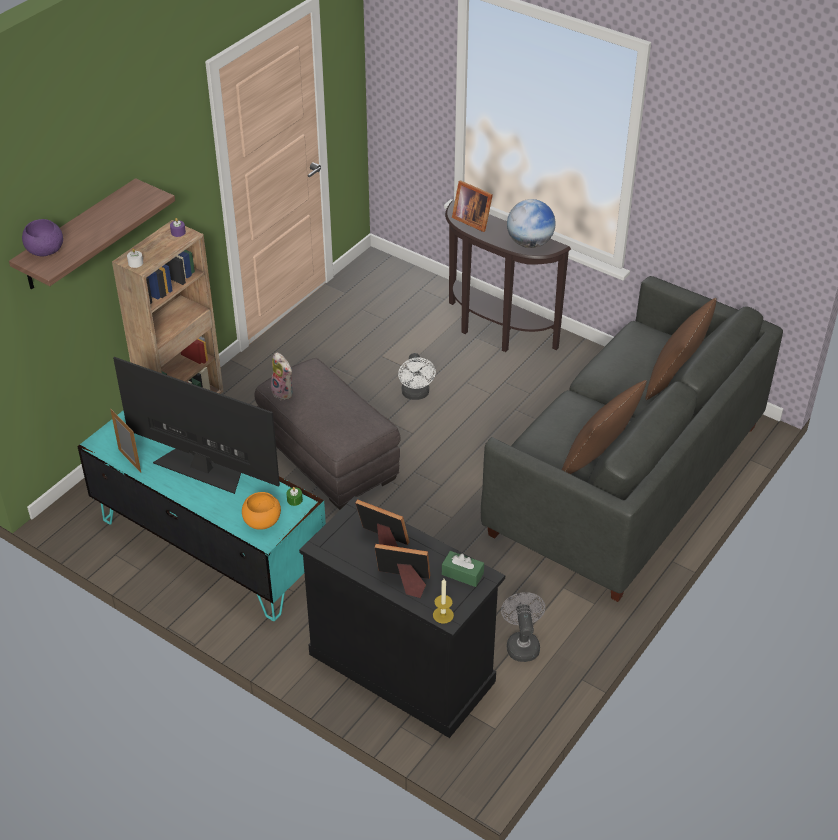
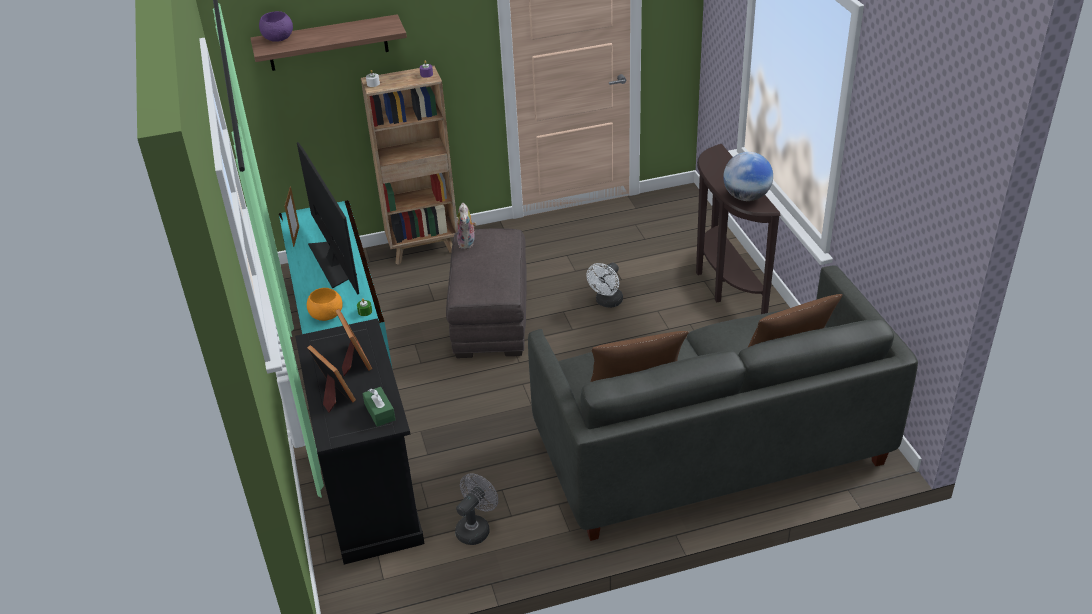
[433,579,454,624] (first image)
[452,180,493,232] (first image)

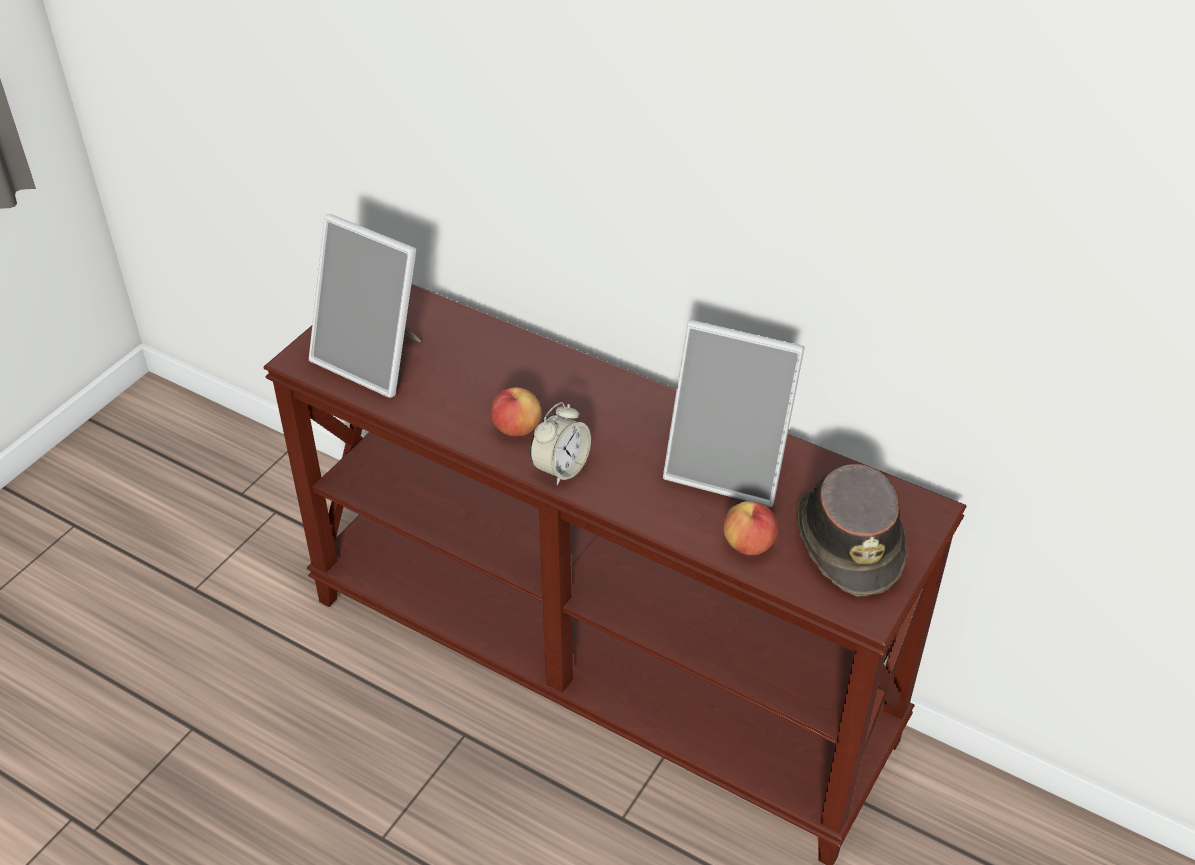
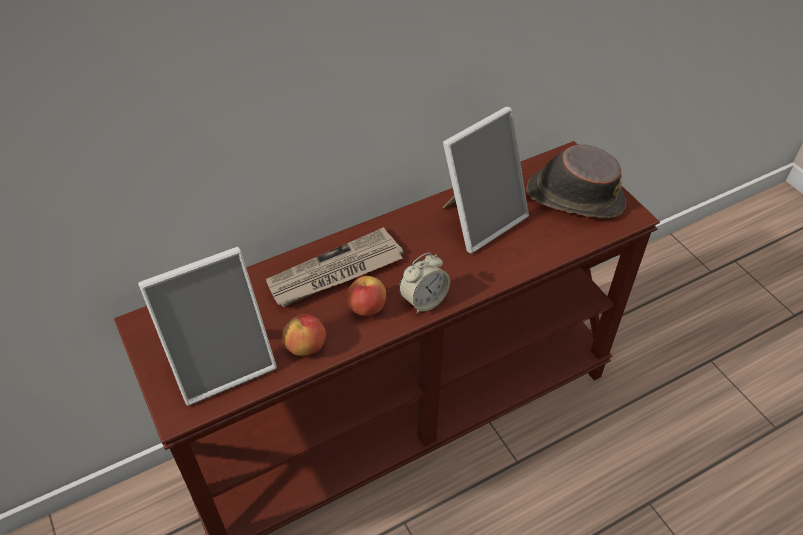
[266,227,403,307]
[282,314,326,356]
[399,252,450,314]

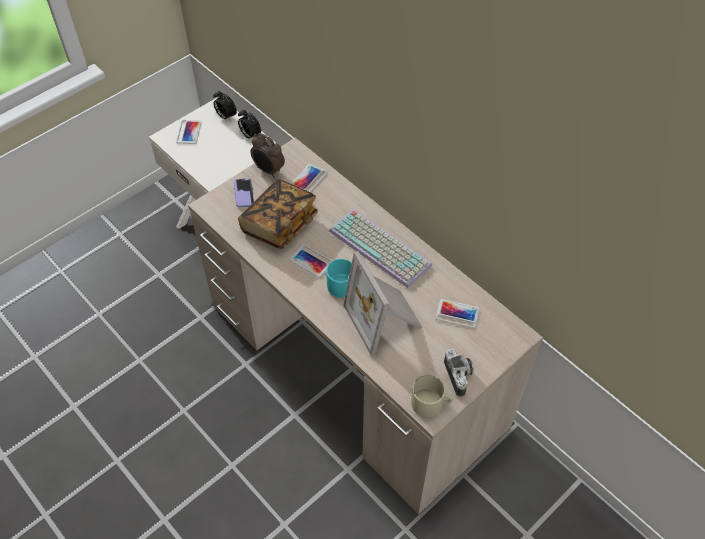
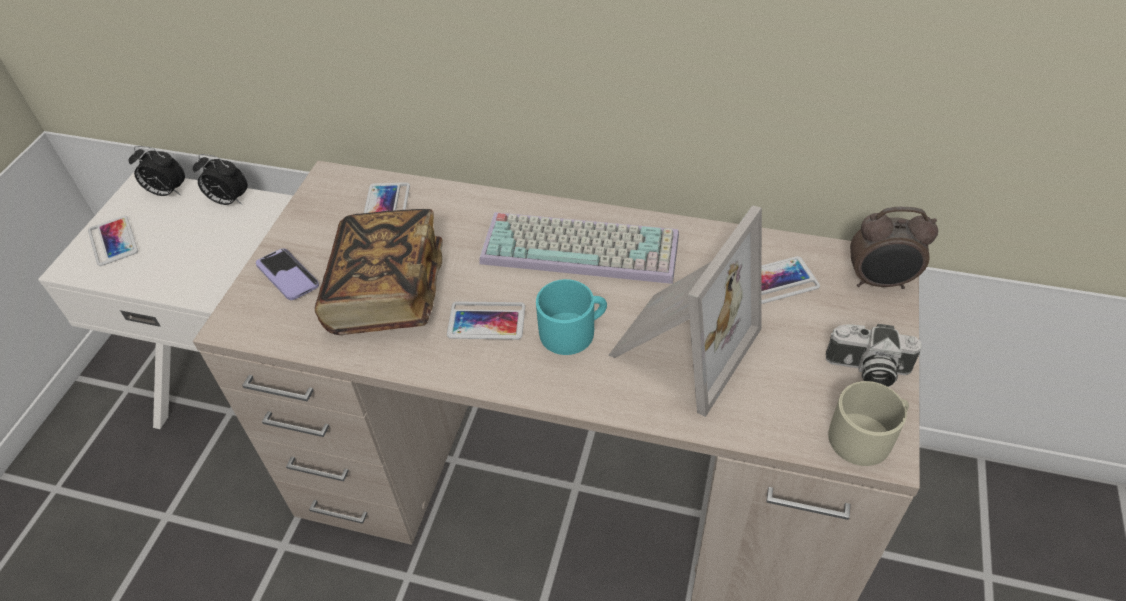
[850,207,938,289]
[609,205,762,417]
[826,324,922,387]

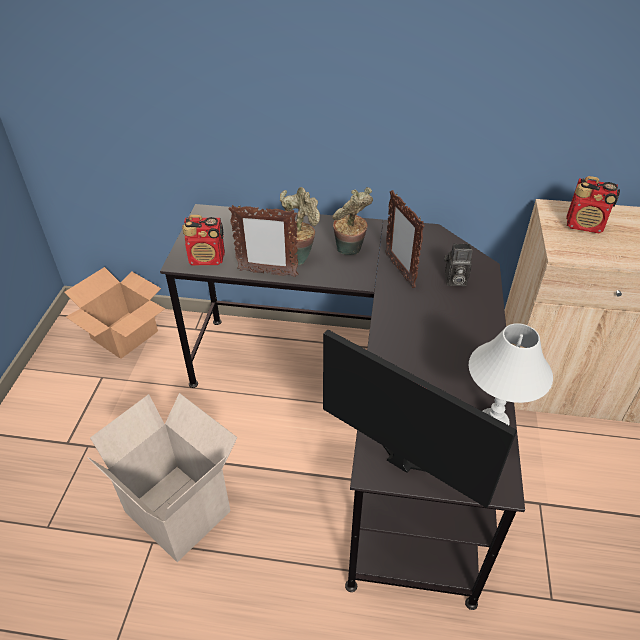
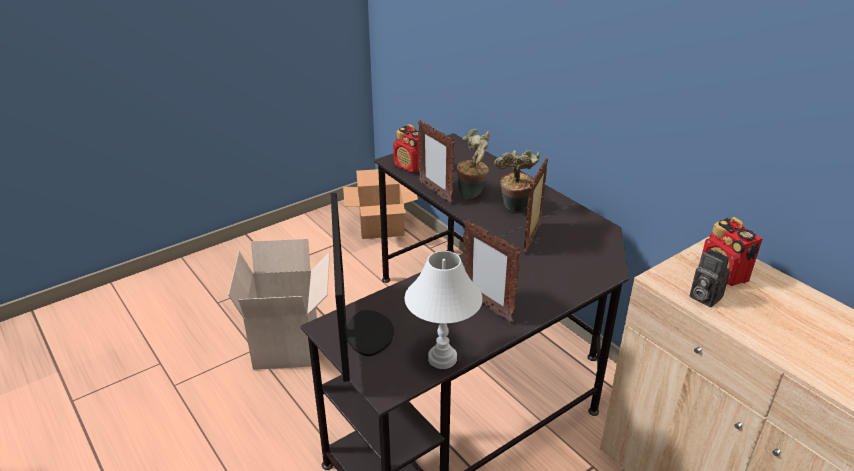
[463,220,521,323]
[690,249,730,307]

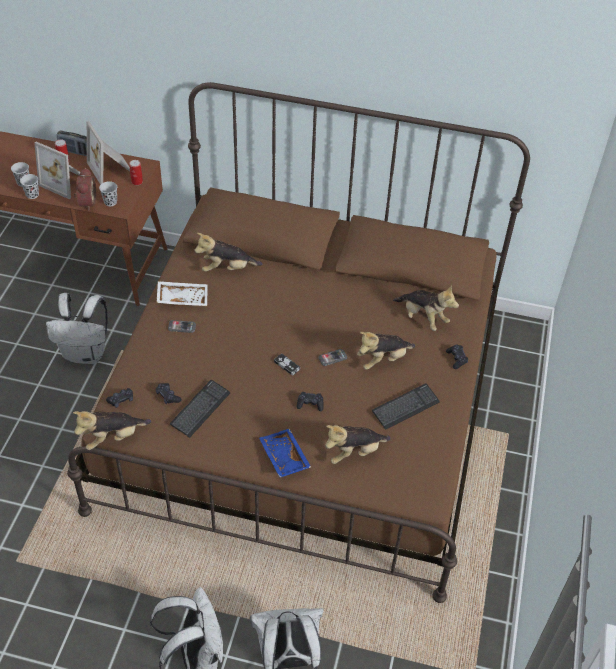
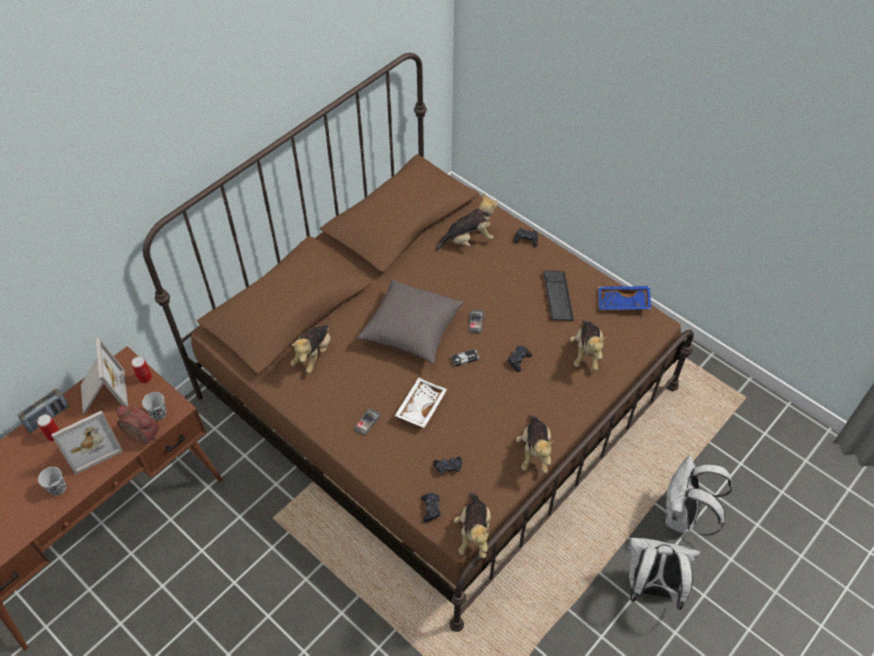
[20,174,39,199] (first image)
[46,293,107,364] (first image)
[170,380,231,438] (first image)
[357,279,464,364]
[395,378,447,428]
[599,286,651,310]
[516,415,554,474]
[81,338,128,414]

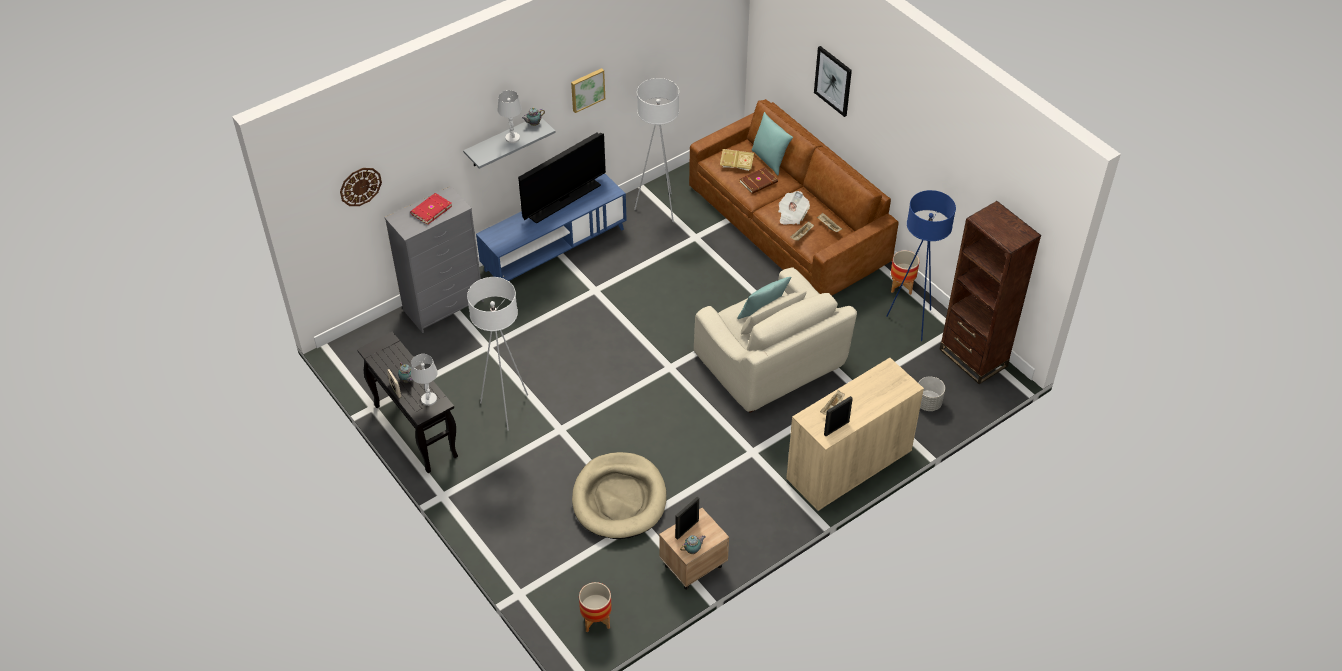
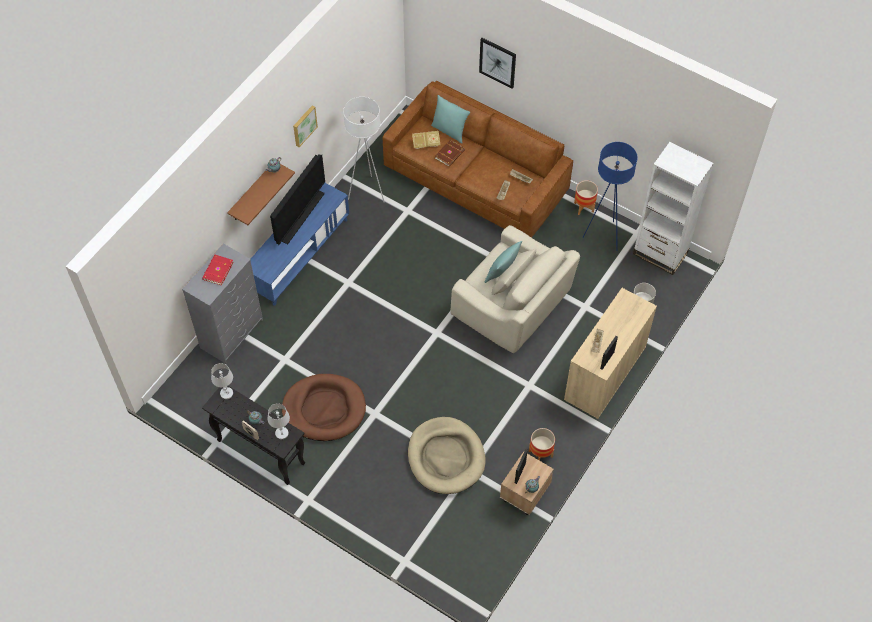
[340,168,382,206] (first image)
[778,191,810,225] (first image)
[211,363,233,399]
[529,428,555,461]
[282,374,366,441]
[227,164,295,225]
[633,142,714,275]

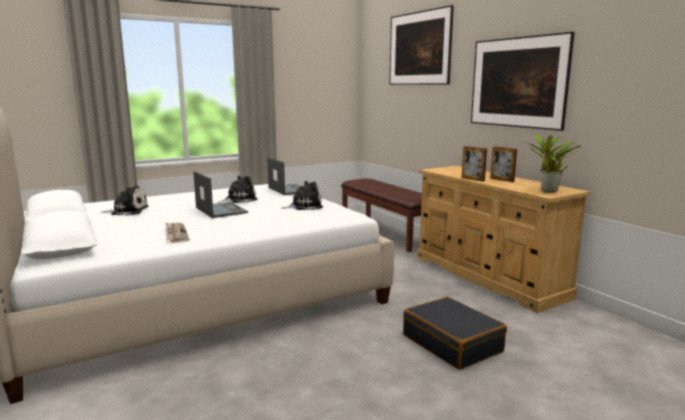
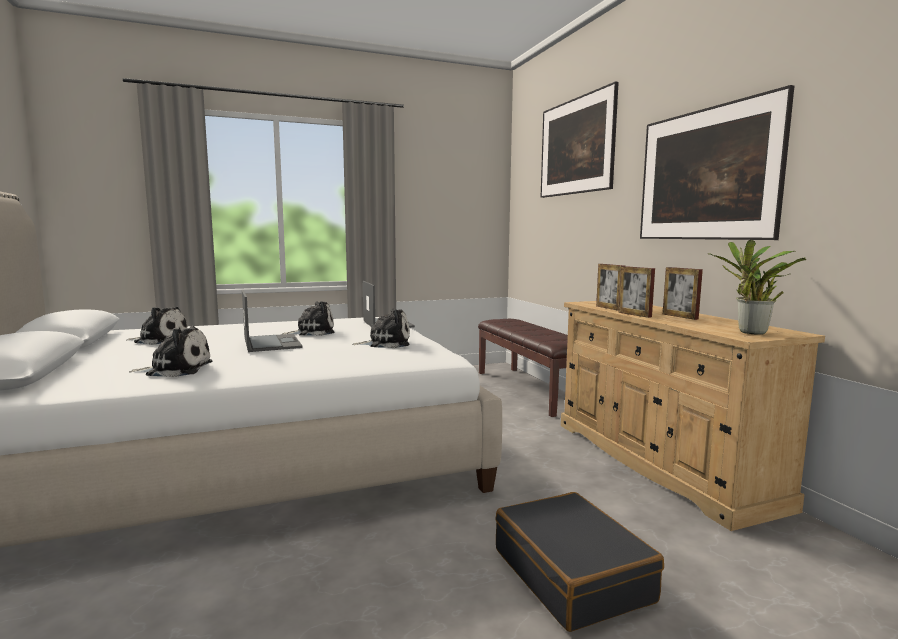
[596,264,624,311]
[129,326,212,377]

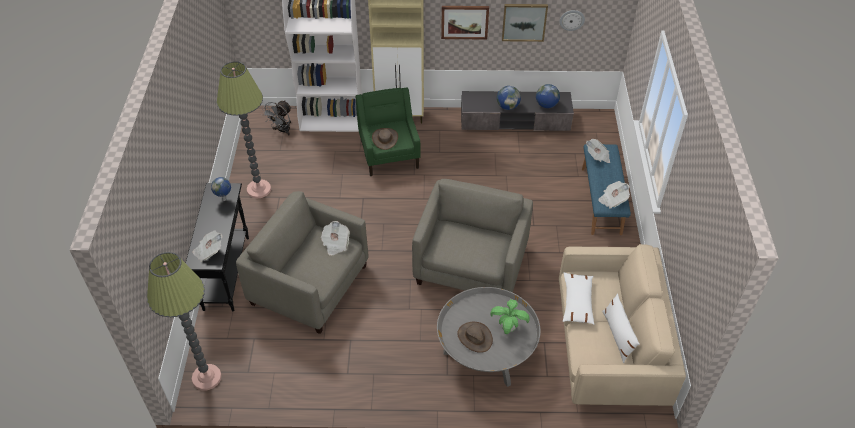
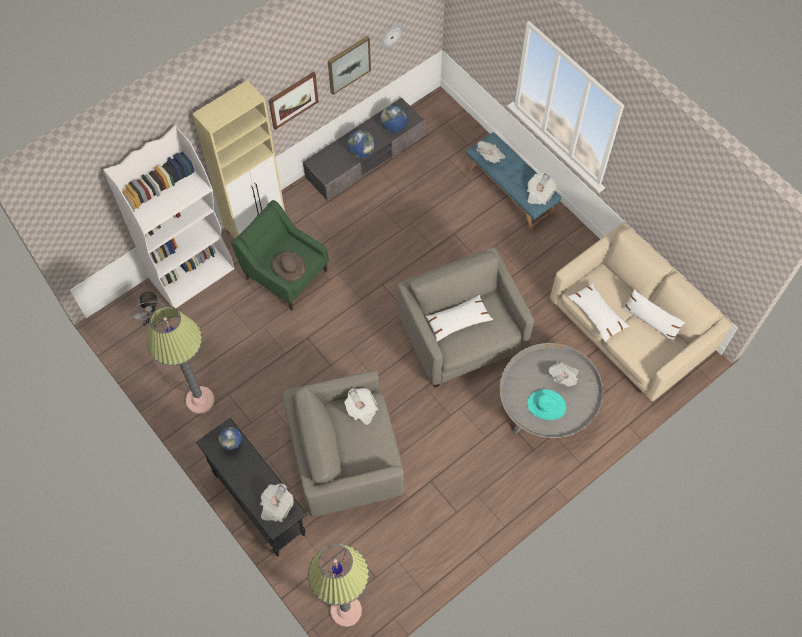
[425,295,493,341]
[549,362,579,386]
[527,389,566,420]

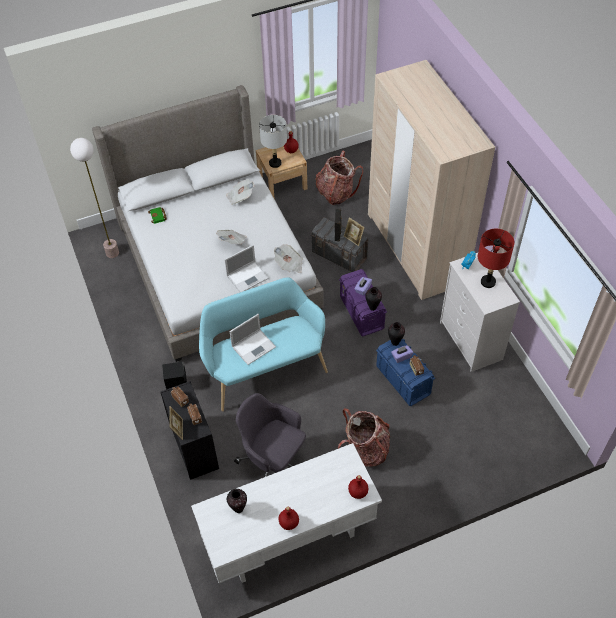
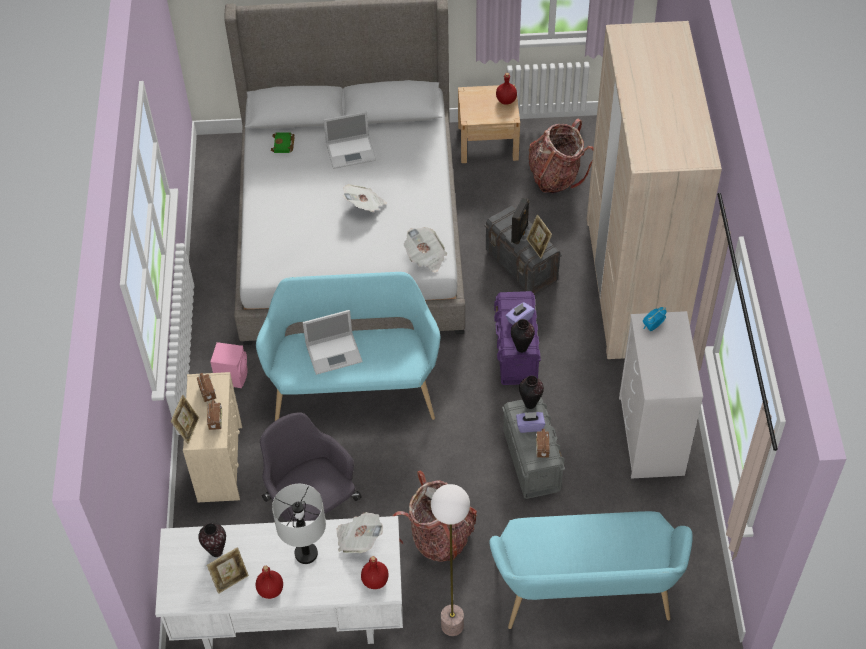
[478,229,515,288] (first image)
[207,547,249,594]
[489,511,693,629]
[431,484,470,636]
[323,111,376,169]
[337,512,383,553]
[272,484,326,564]
[183,372,242,502]
[210,342,248,388]
[502,398,565,499]

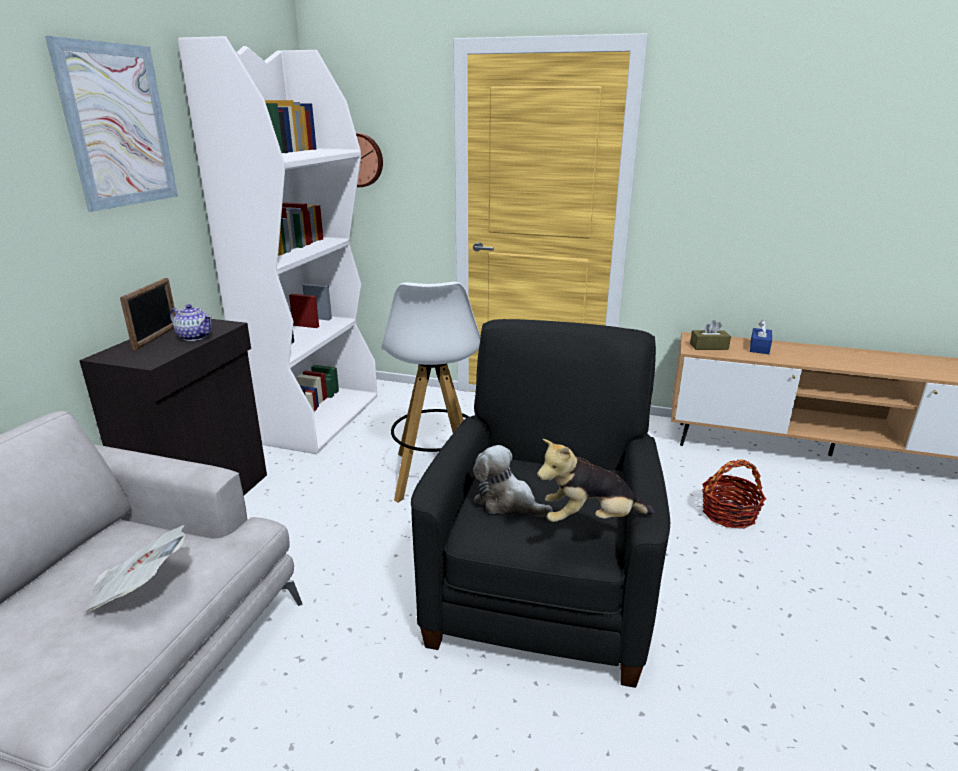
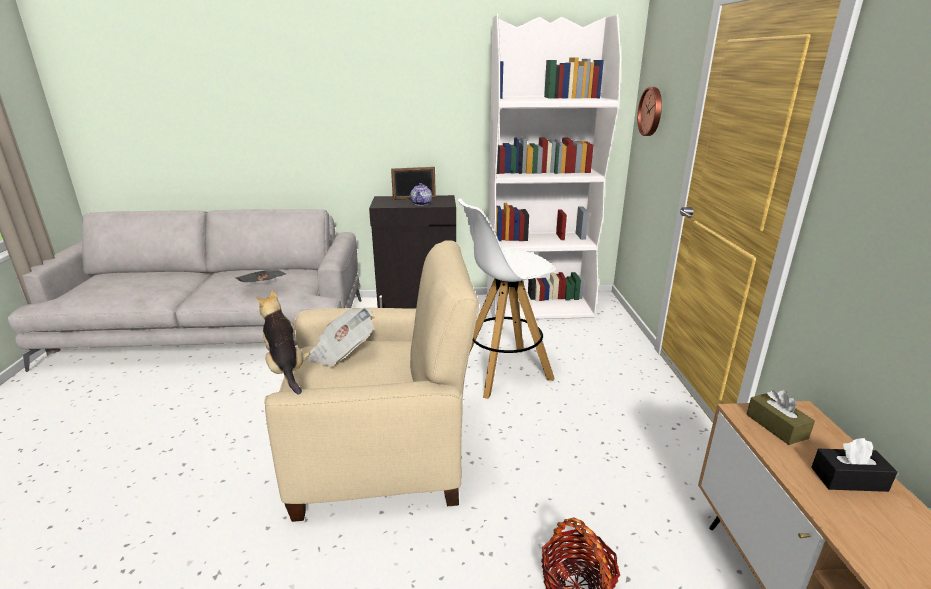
[45,36,178,212] (first image)
[306,308,374,367]
[264,240,479,522]
[811,438,898,492]

